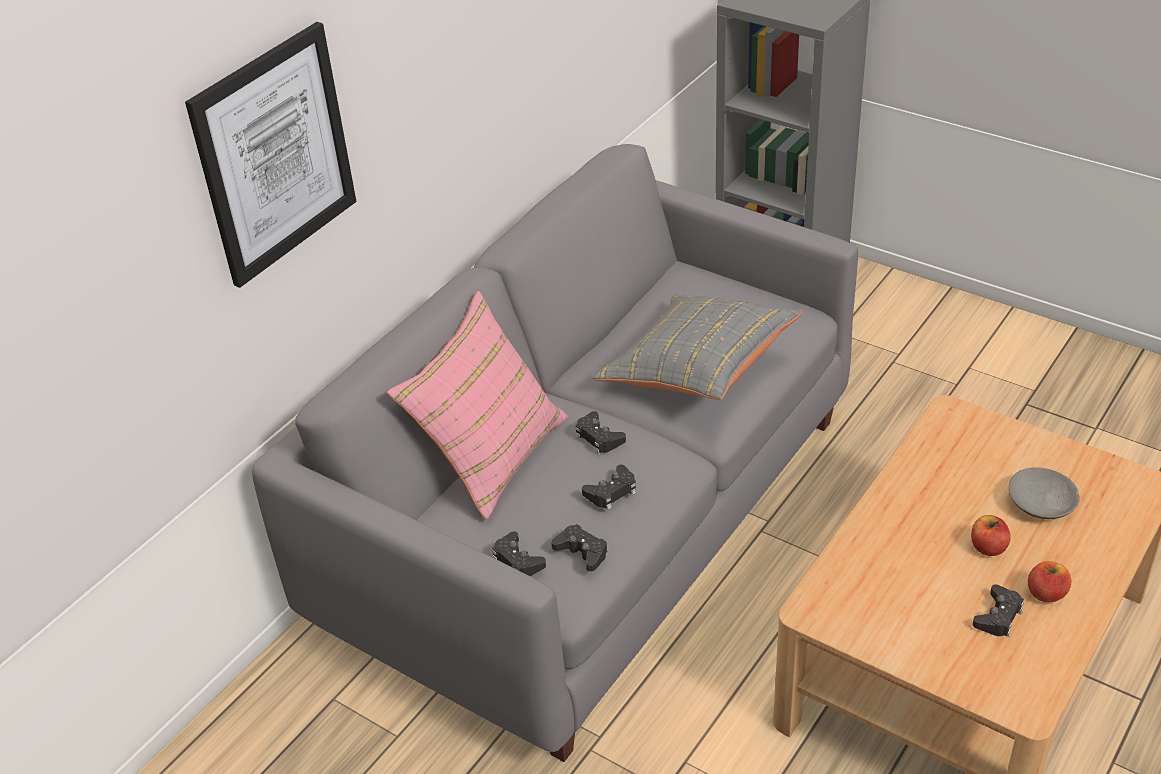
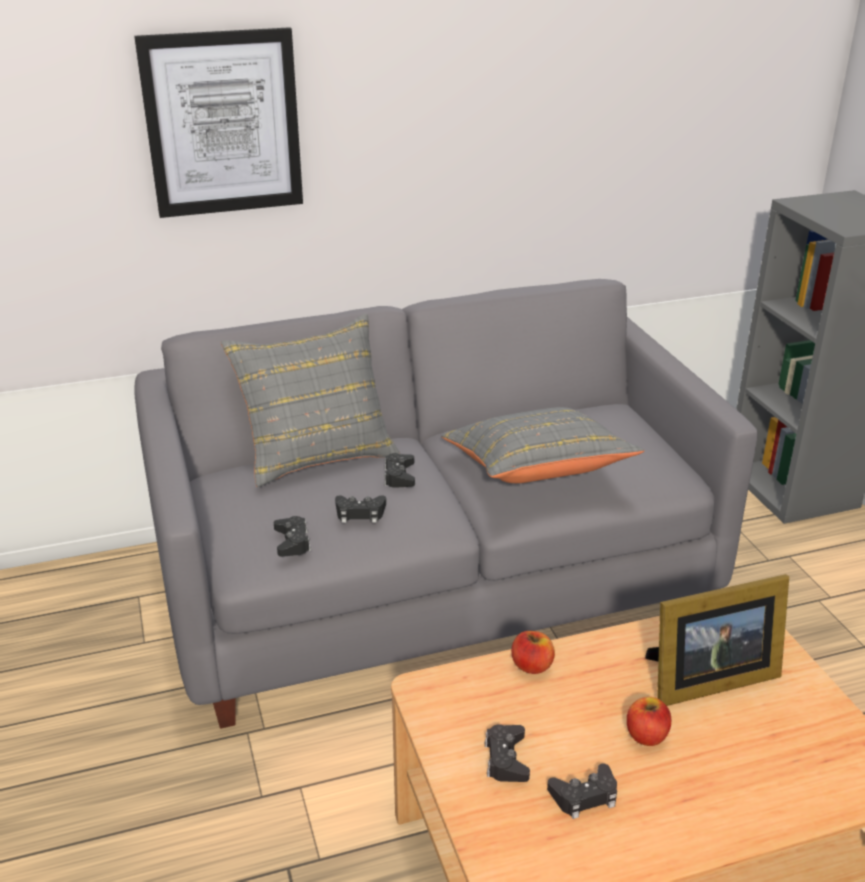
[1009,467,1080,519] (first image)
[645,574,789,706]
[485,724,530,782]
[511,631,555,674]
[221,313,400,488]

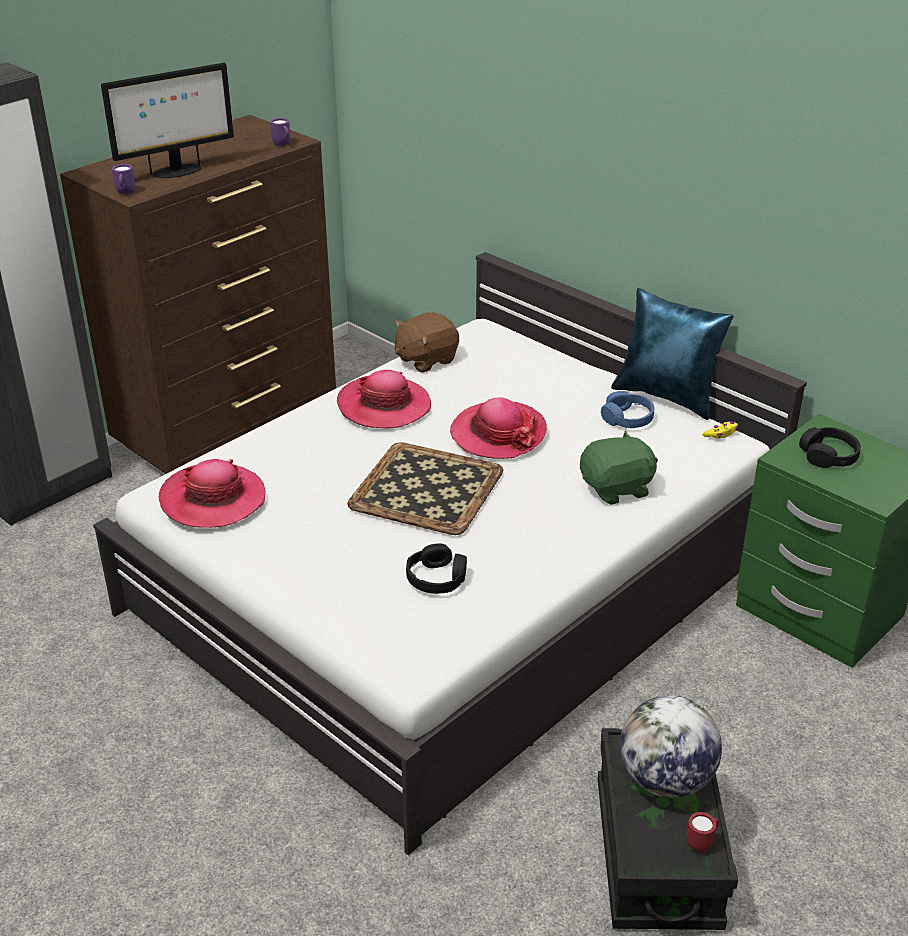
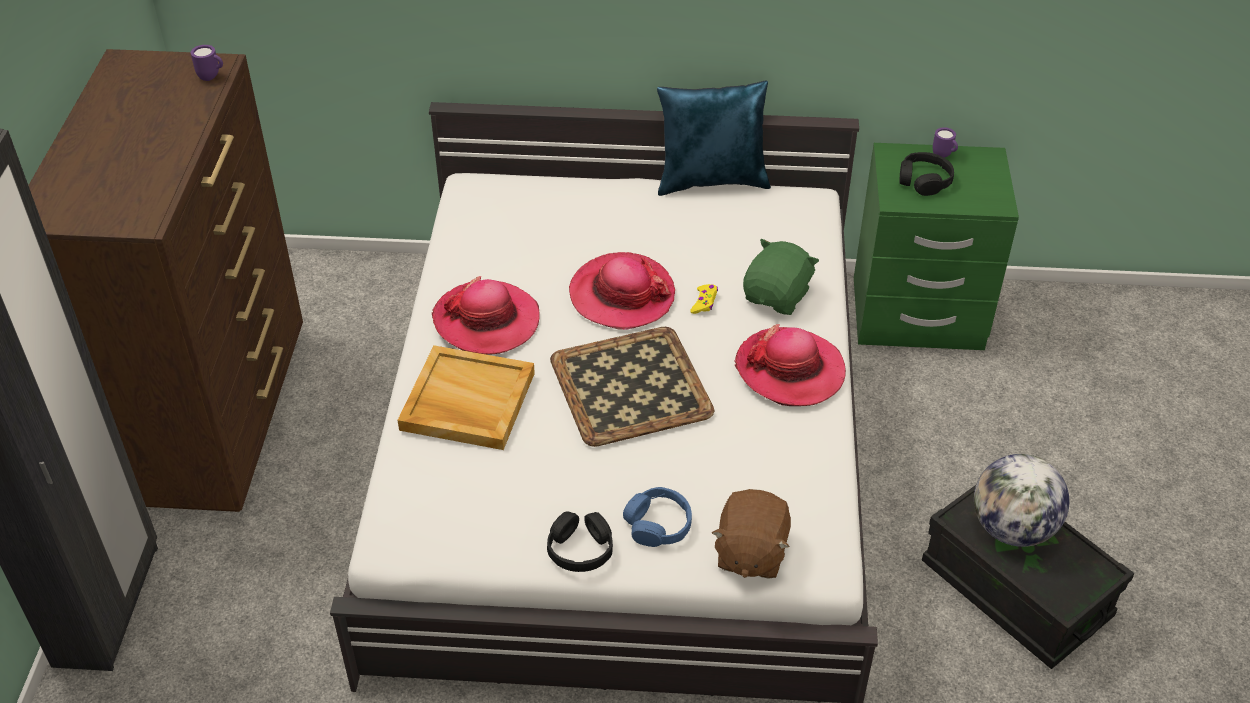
[101,63,234,178] (first image)
[687,812,719,853] (first image)
[398,345,535,450]
[933,127,958,158]
[734,324,846,406]
[712,489,791,579]
[547,511,613,572]
[623,487,692,547]
[690,284,718,314]

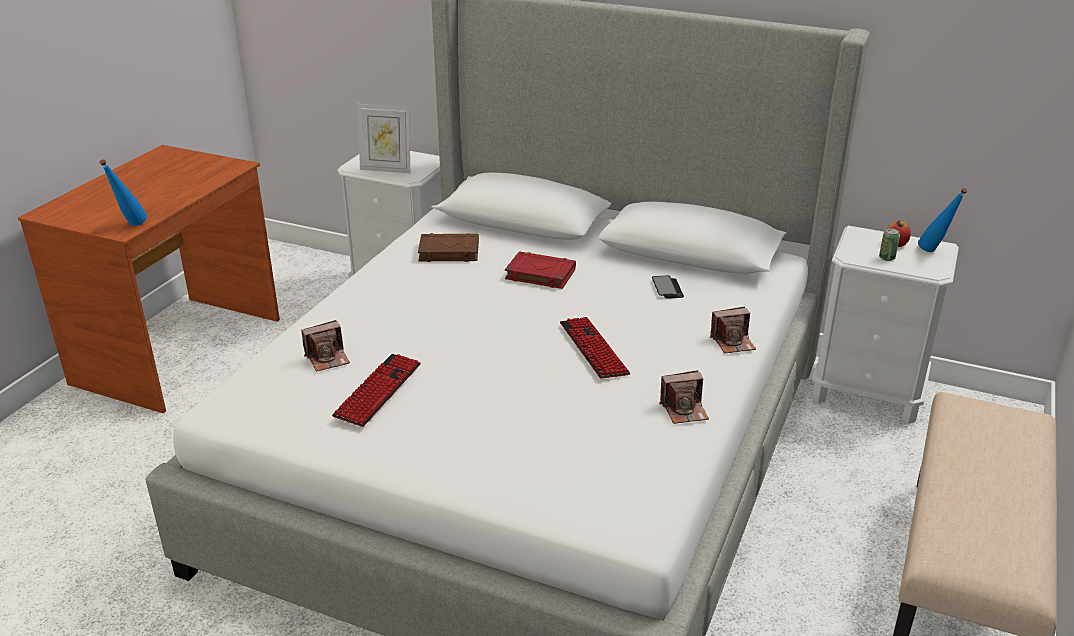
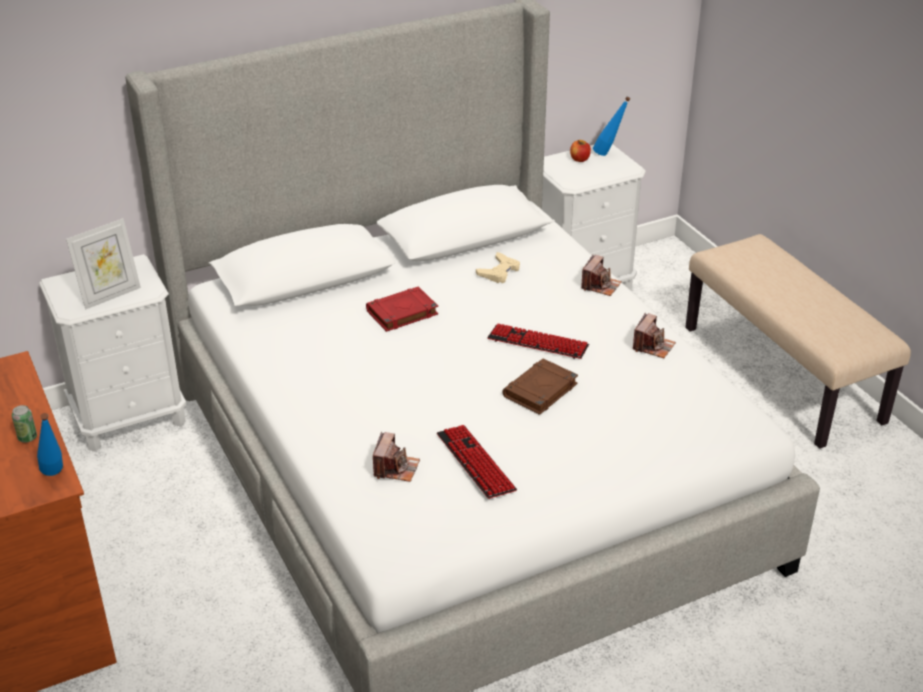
[502,359,578,415]
[12,405,37,442]
[476,252,520,283]

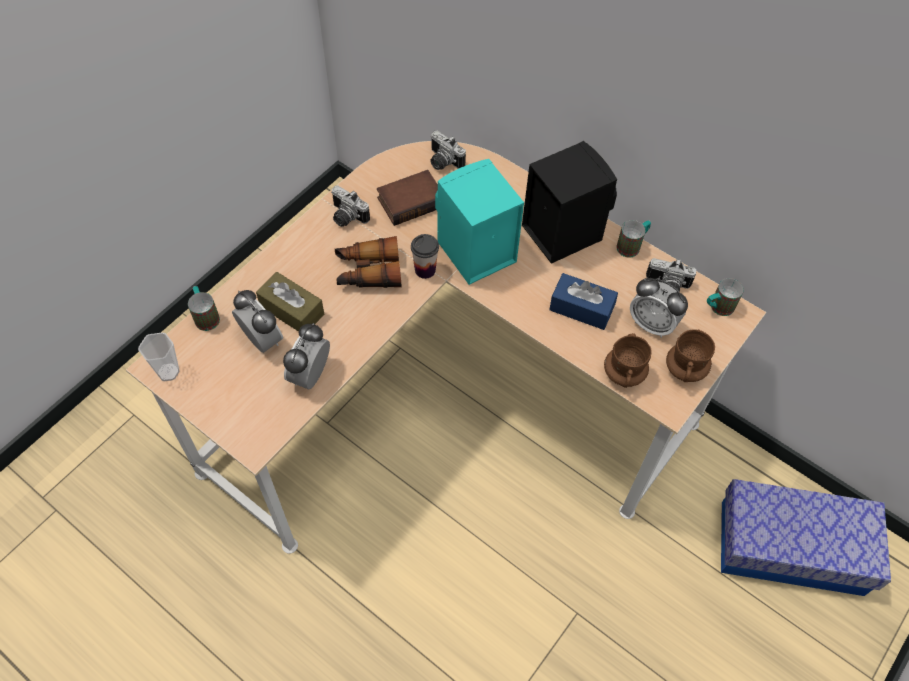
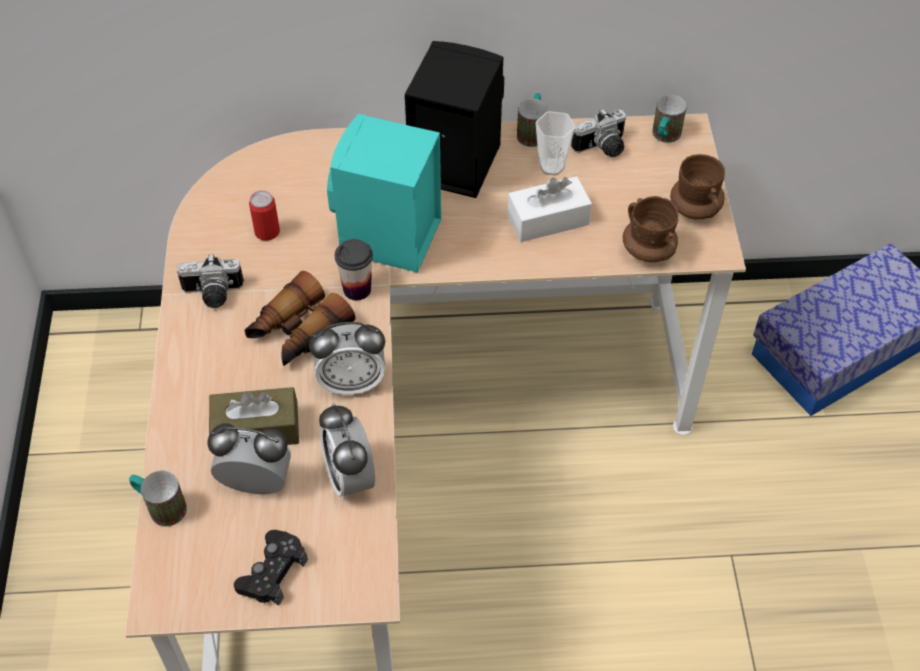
[430,131,466,170] (first image)
[234,530,308,606]
[536,111,575,176]
[309,322,385,395]
[249,190,280,241]
[507,176,592,242]

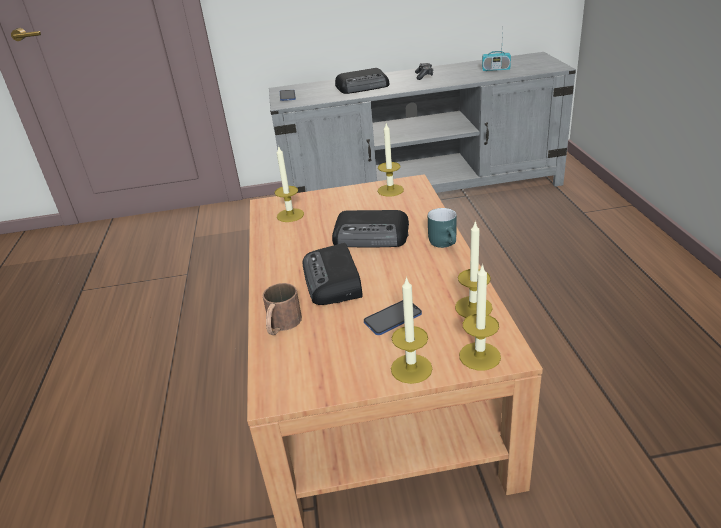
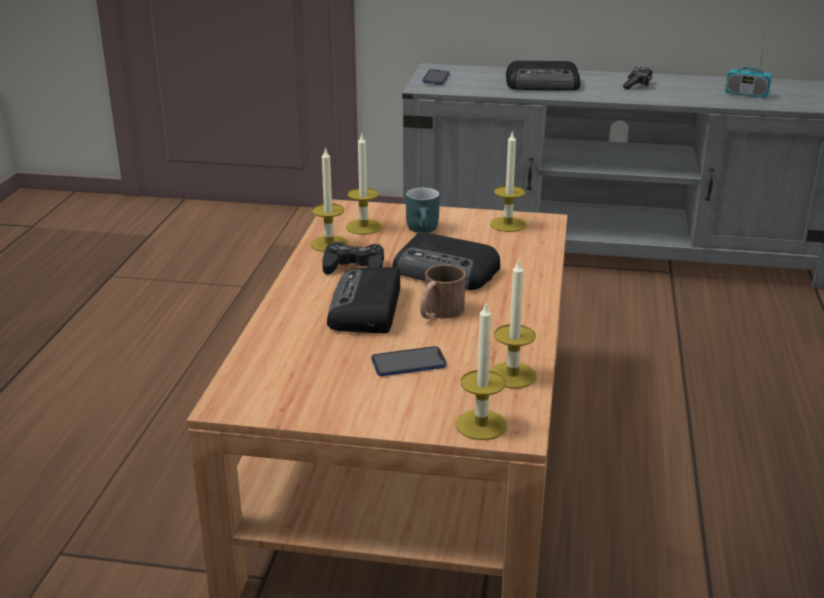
[322,242,384,274]
[420,265,465,319]
[311,147,348,252]
[406,188,440,233]

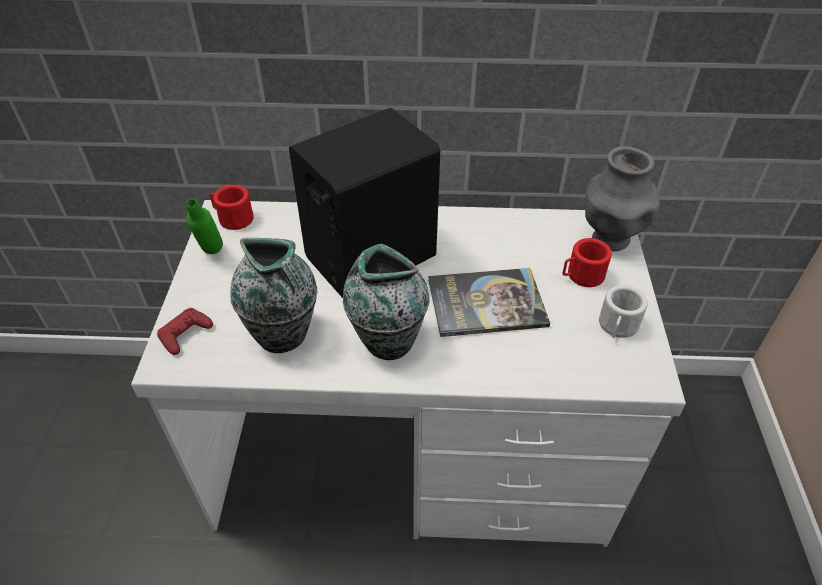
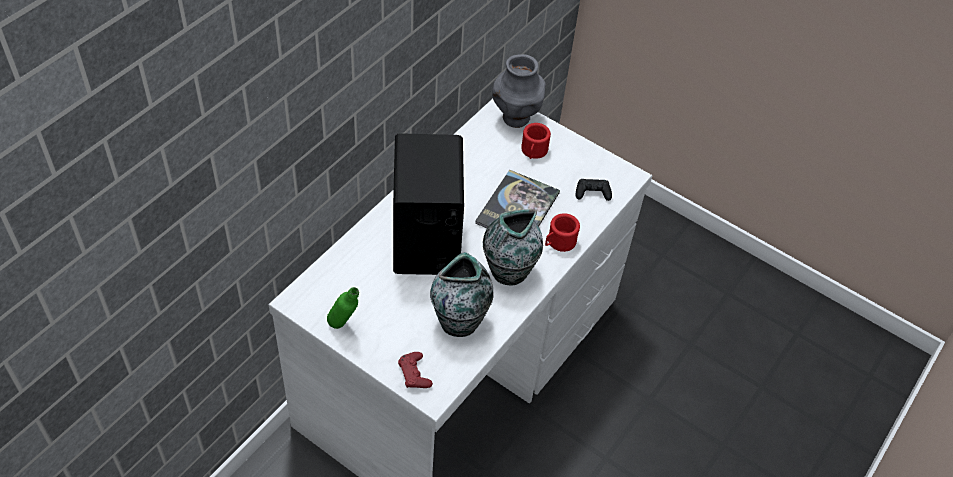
[599,285,648,338] (first image)
[576,179,612,201]
[545,213,580,252]

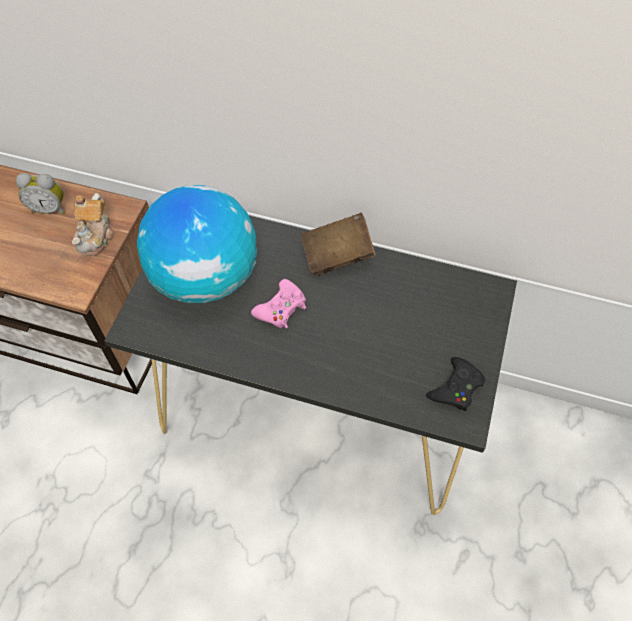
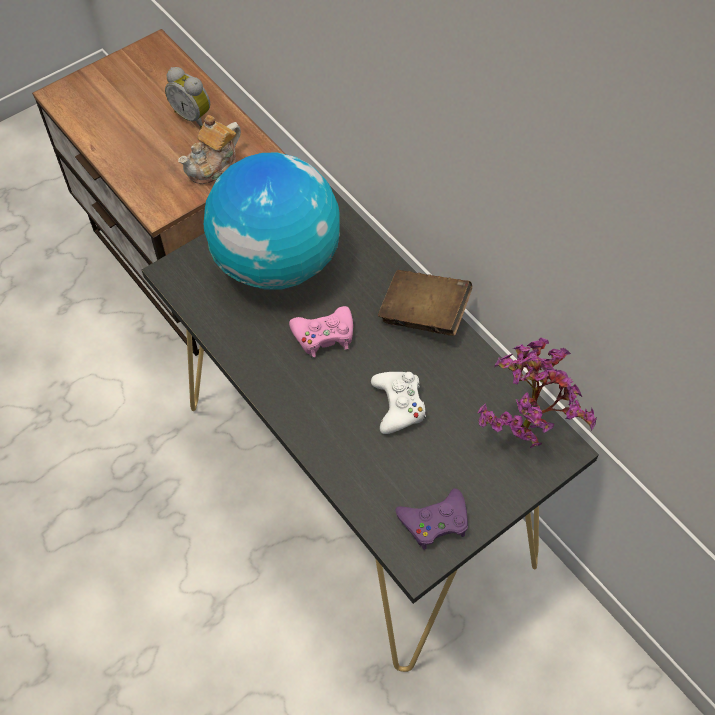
[371,372,426,434]
[478,338,597,449]
[395,488,468,550]

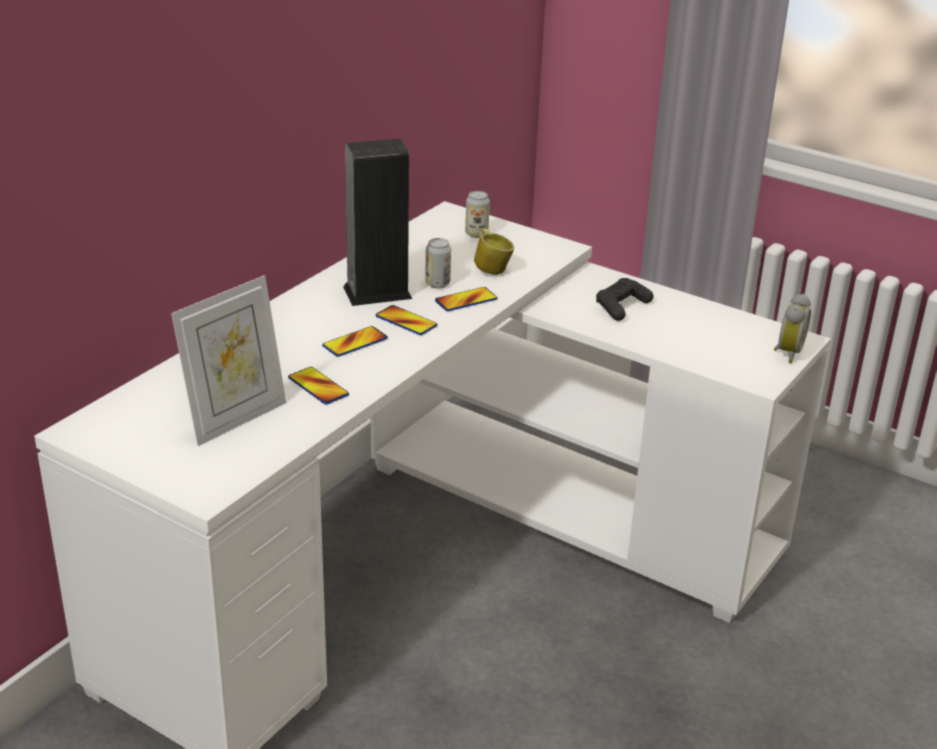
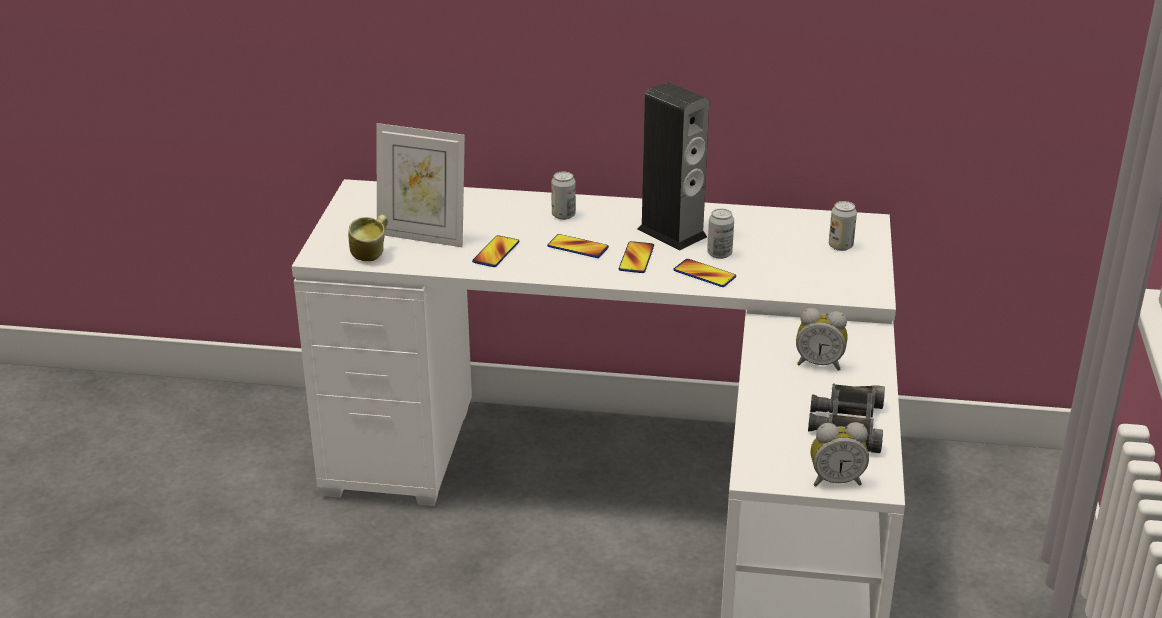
[551,171,576,220]
[808,384,885,453]
[348,215,388,261]
[796,308,848,371]

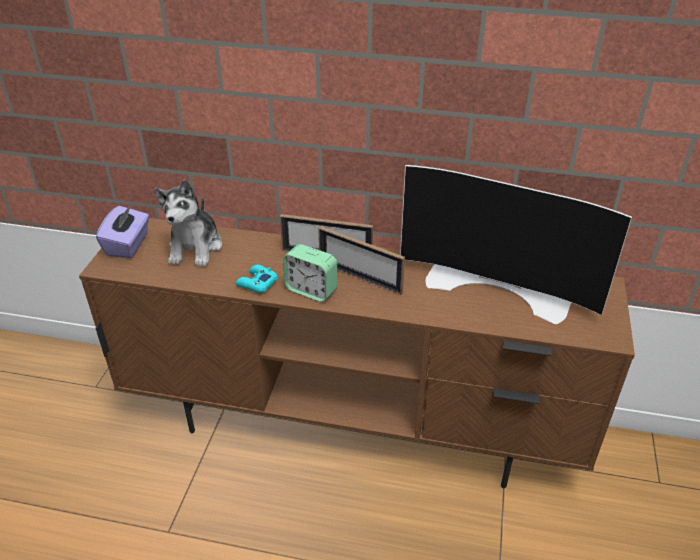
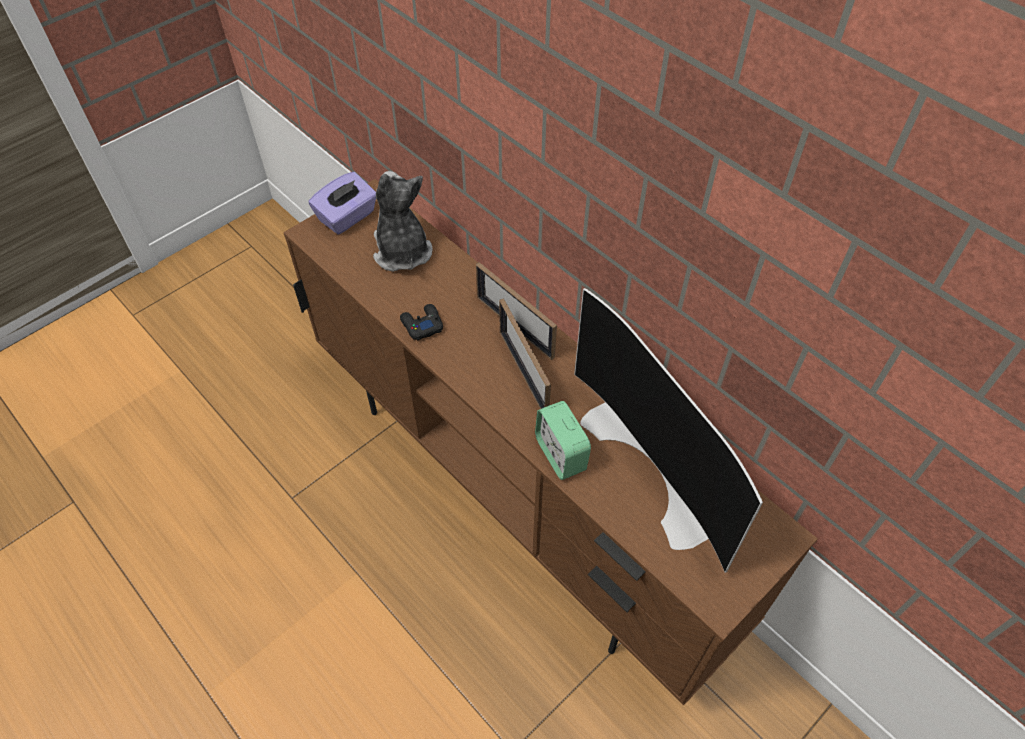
[535,401,591,480]
[400,304,443,341]
[373,171,432,272]

